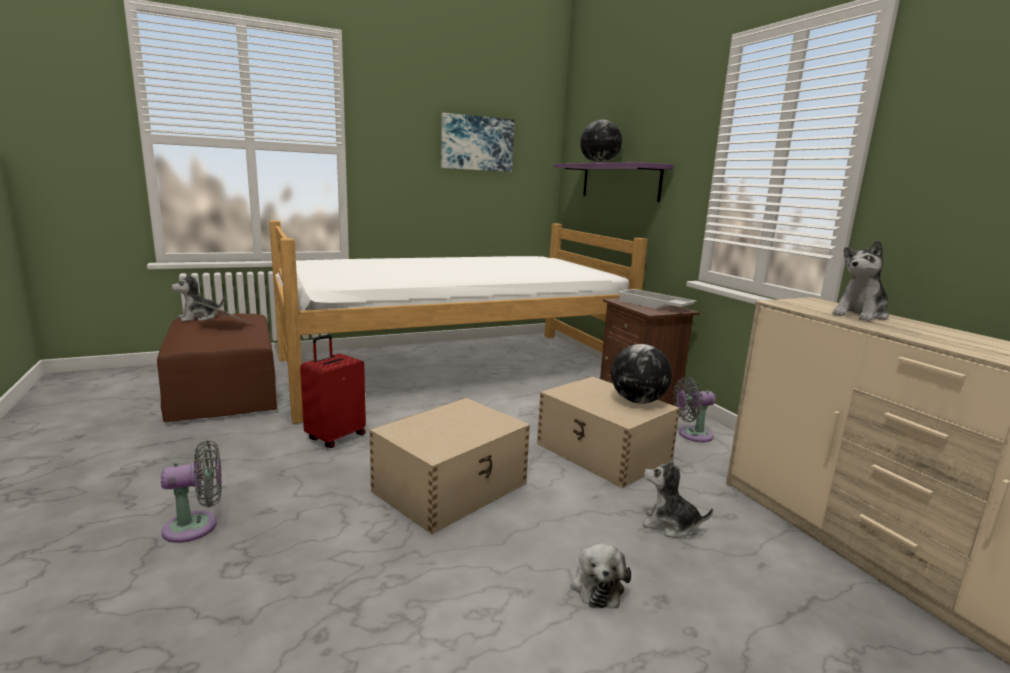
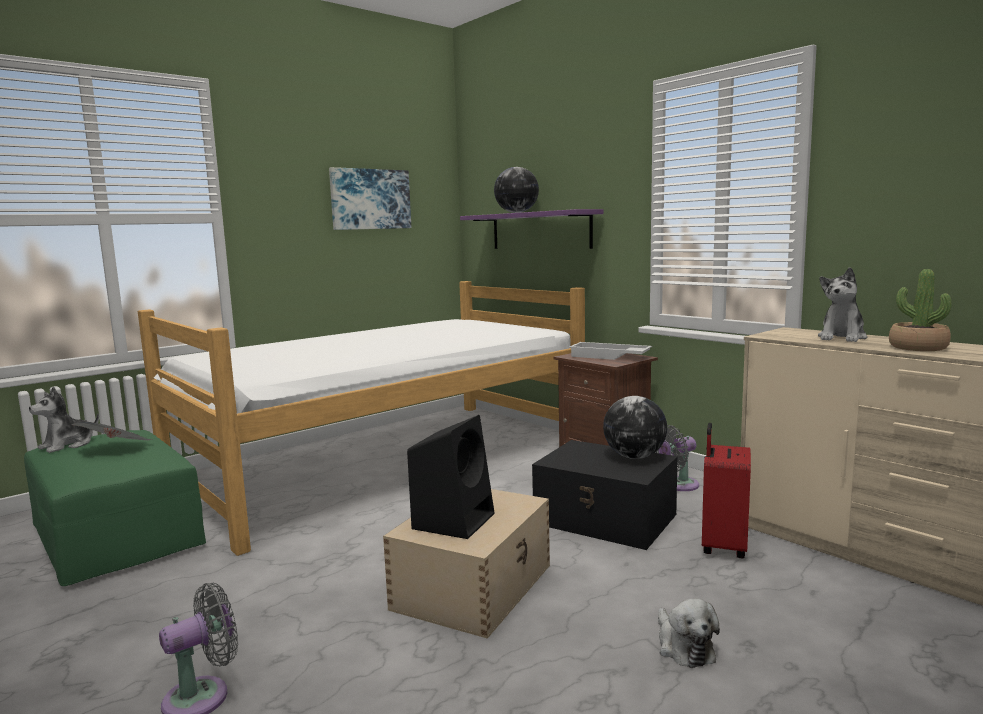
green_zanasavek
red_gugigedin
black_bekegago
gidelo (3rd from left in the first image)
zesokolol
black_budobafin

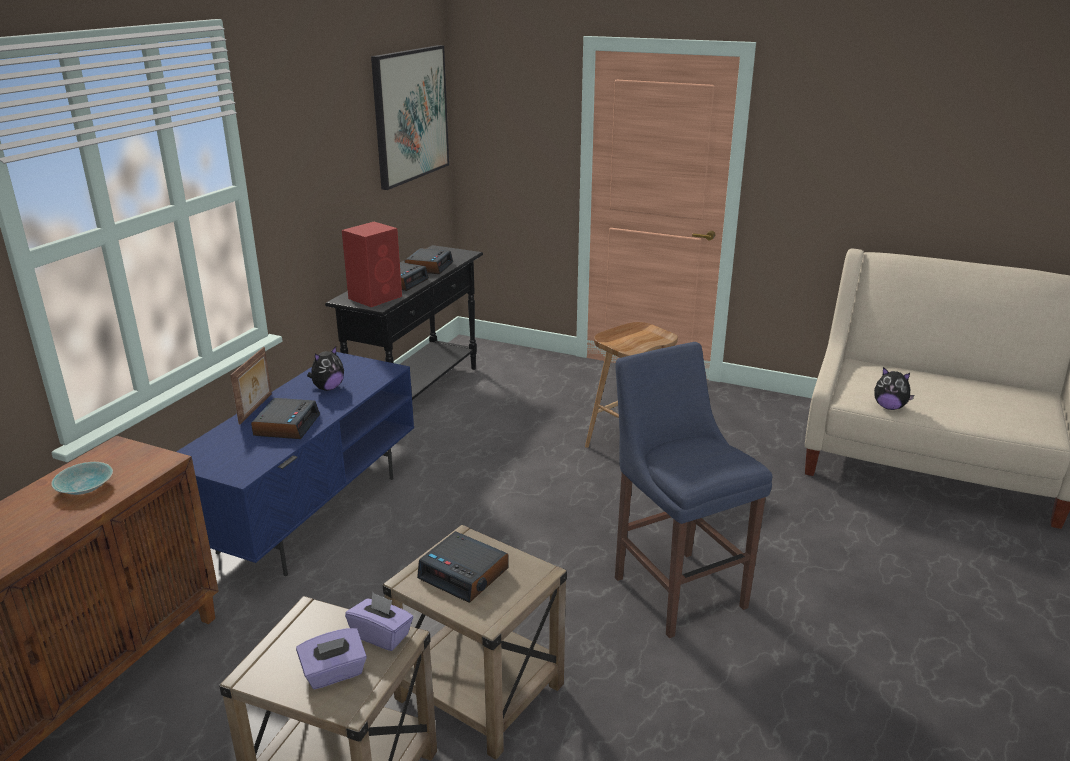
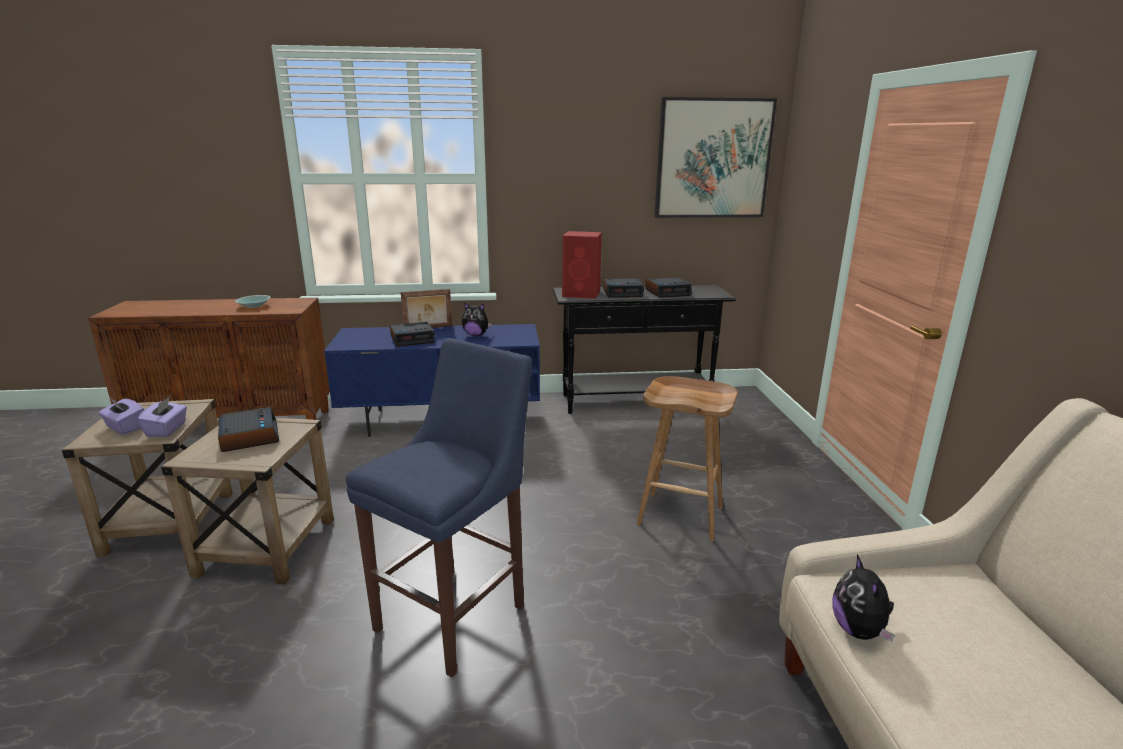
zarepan (1st from left)

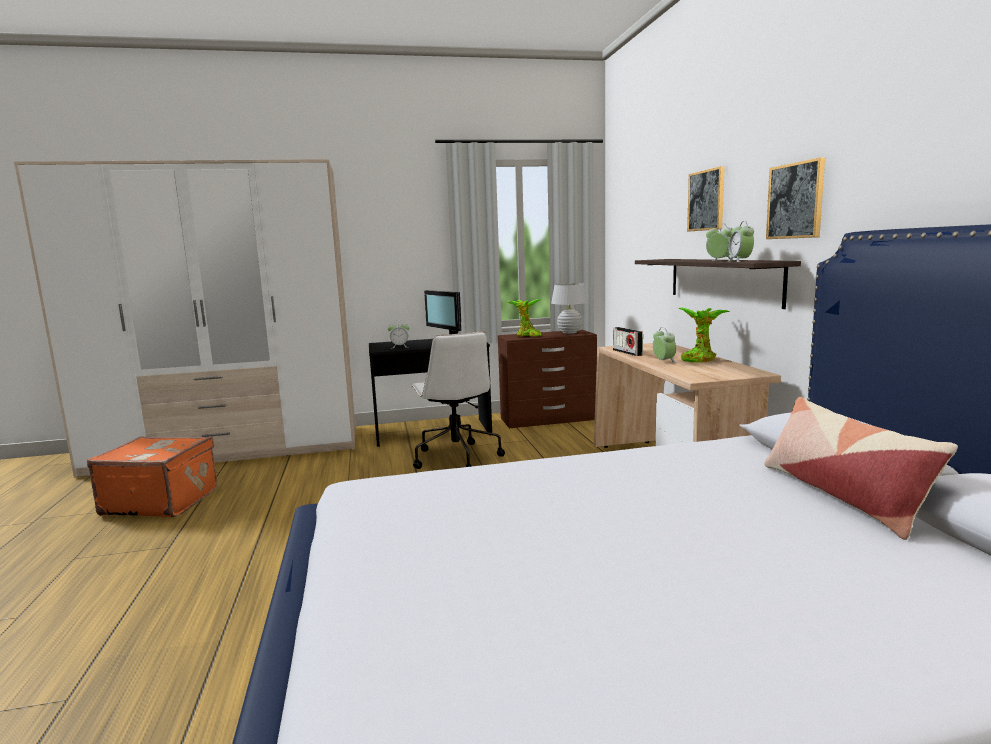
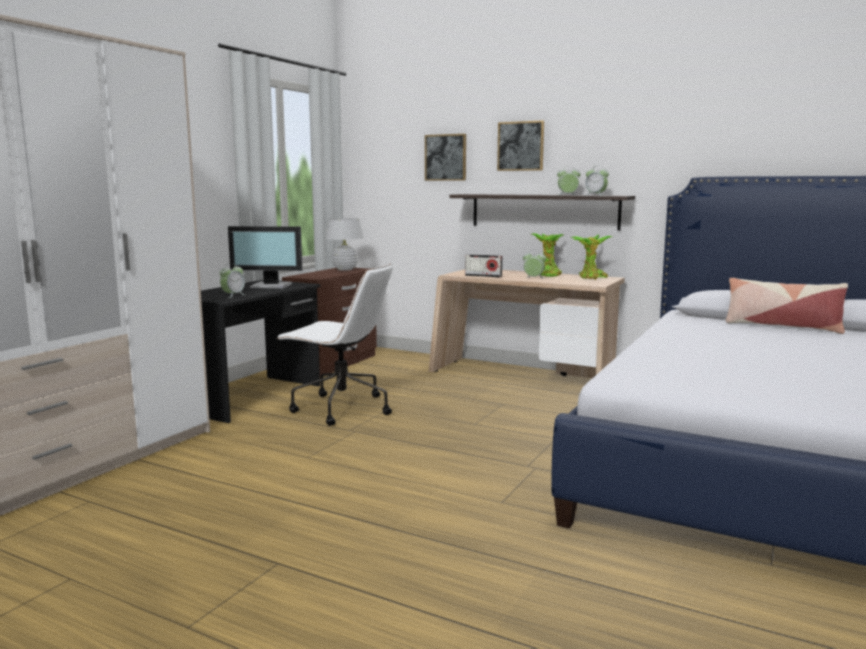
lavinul (1st from left)
zesokolol (2nd from left)
orange_gugigedin

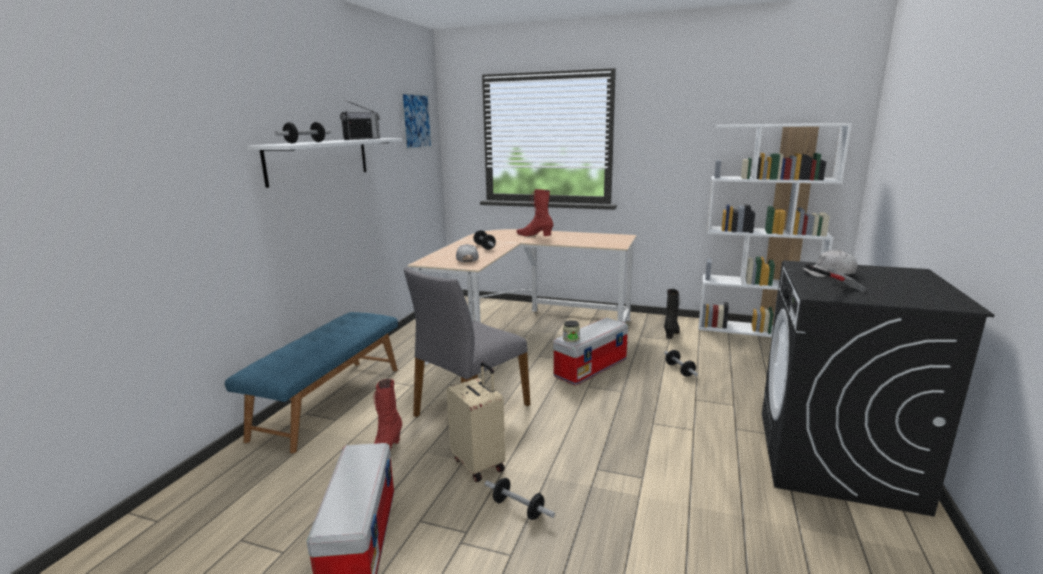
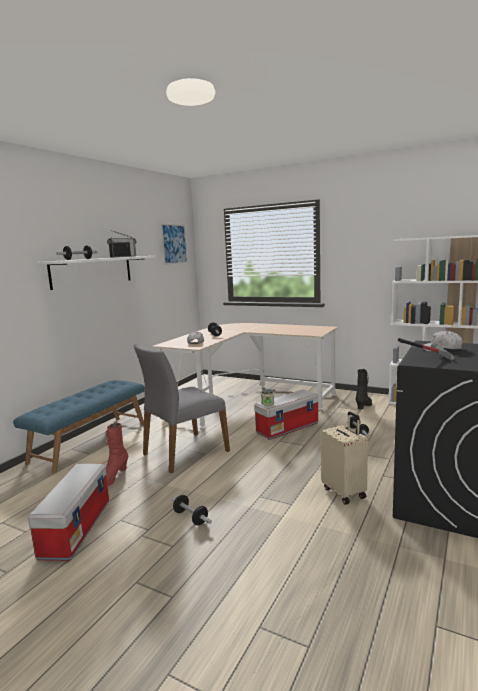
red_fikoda (2nd from left in the first image)
beige_gugigedin

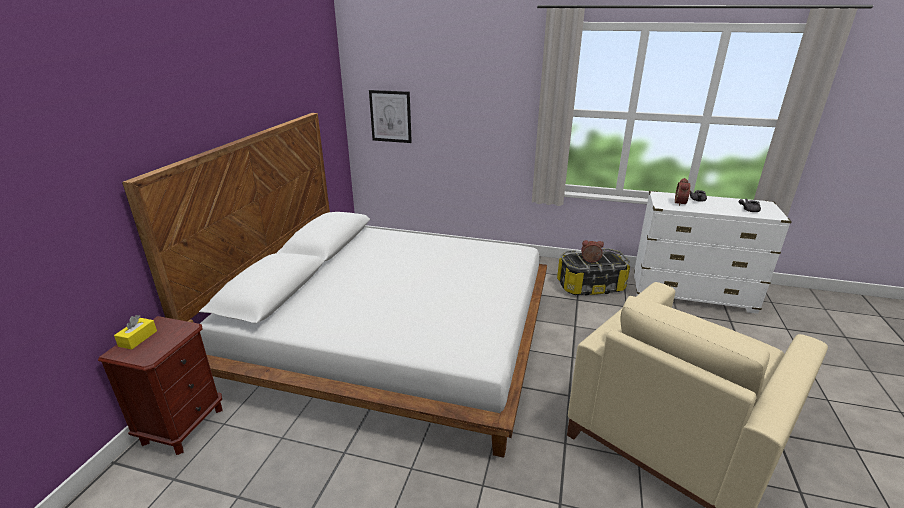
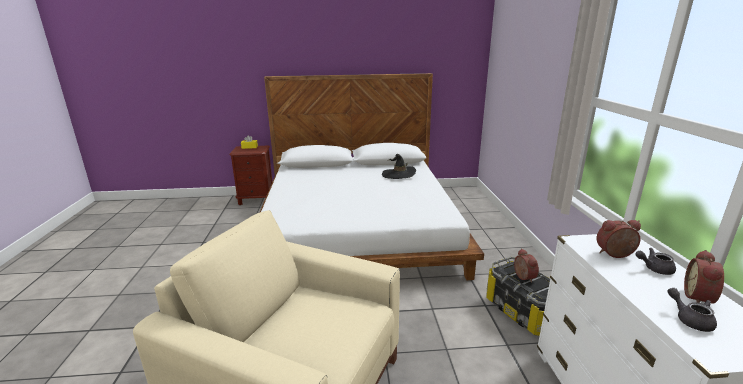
lavinul
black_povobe
zarepan (3rd from left)

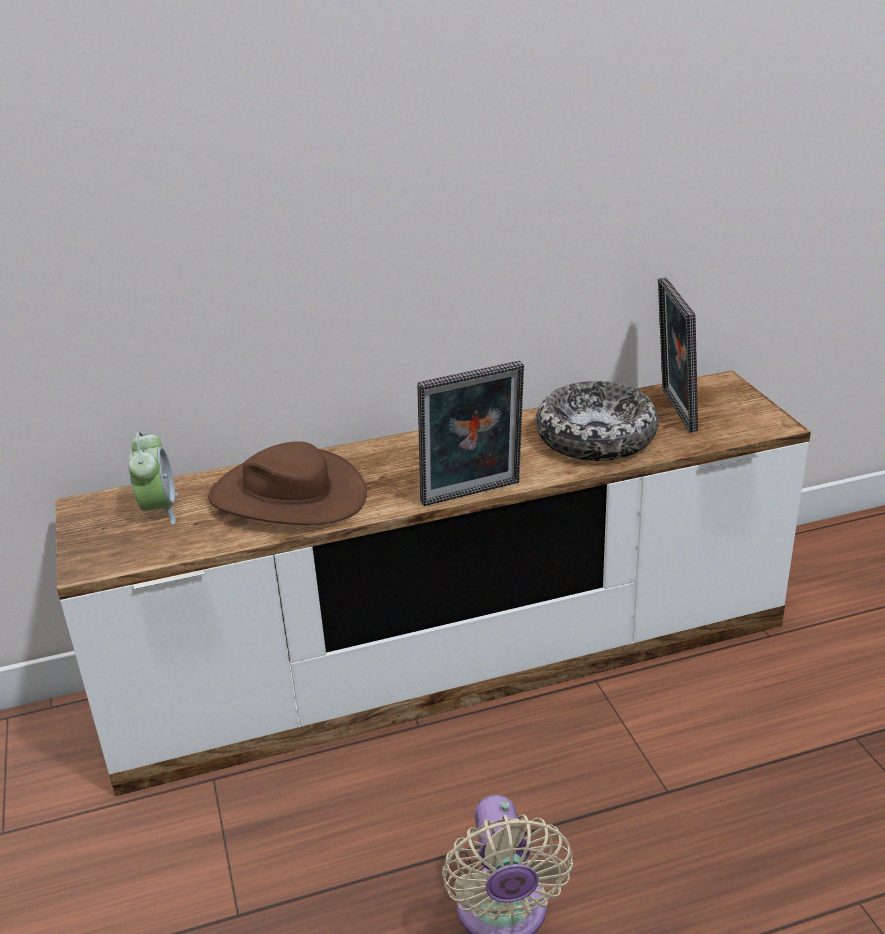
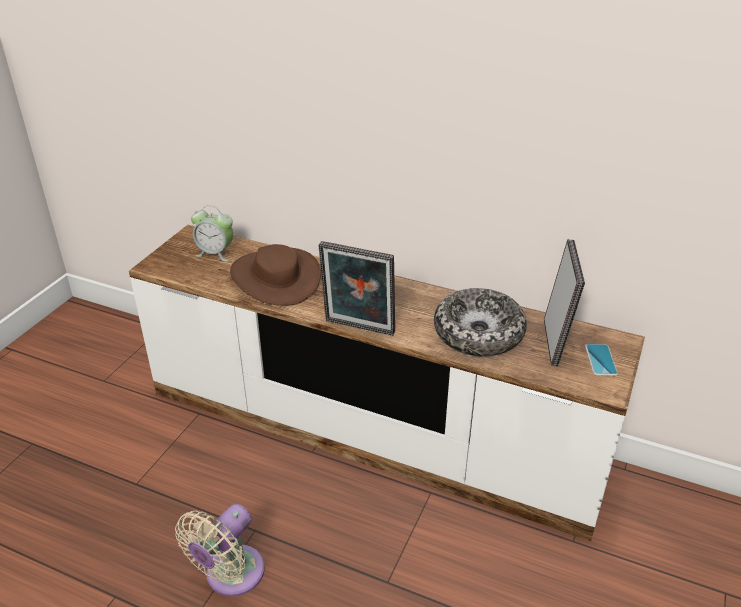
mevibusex (2nd from left)
zarepan
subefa

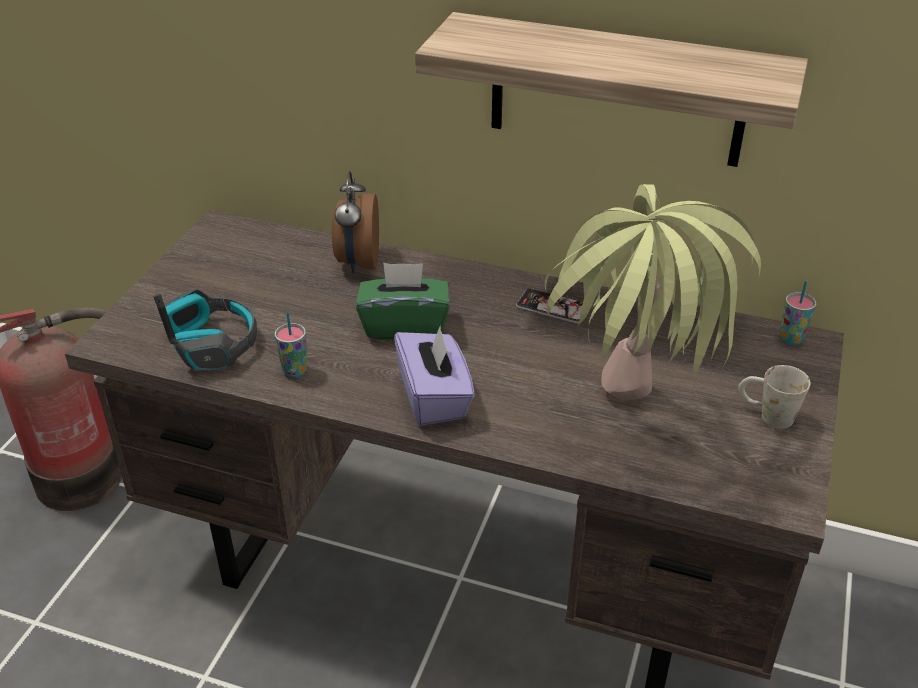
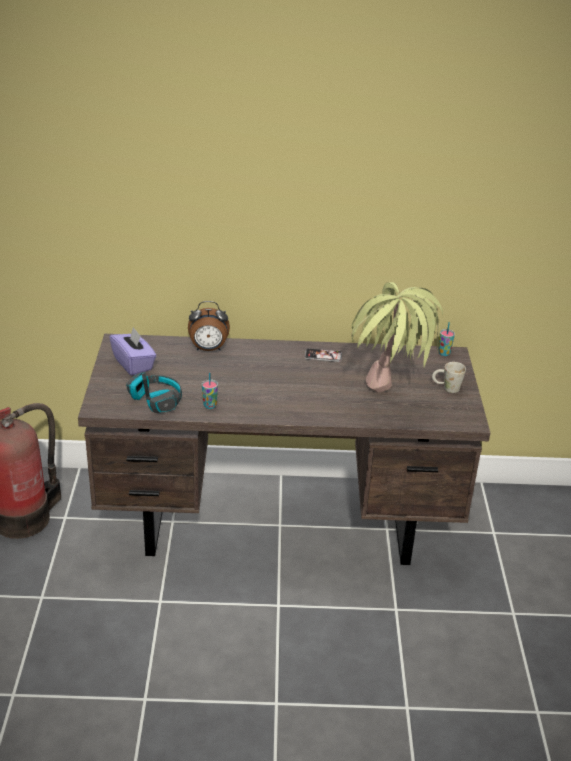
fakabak
zarepan
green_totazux
purple_totazux

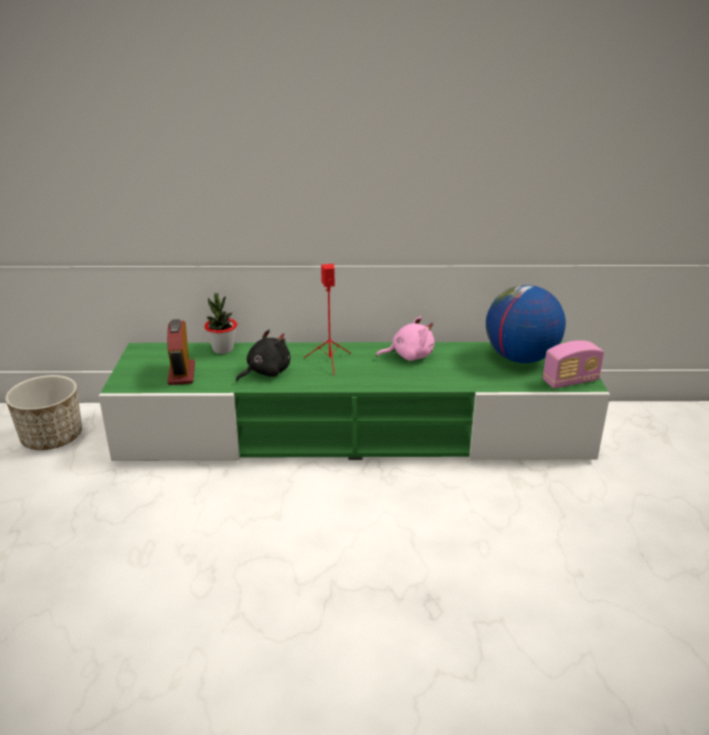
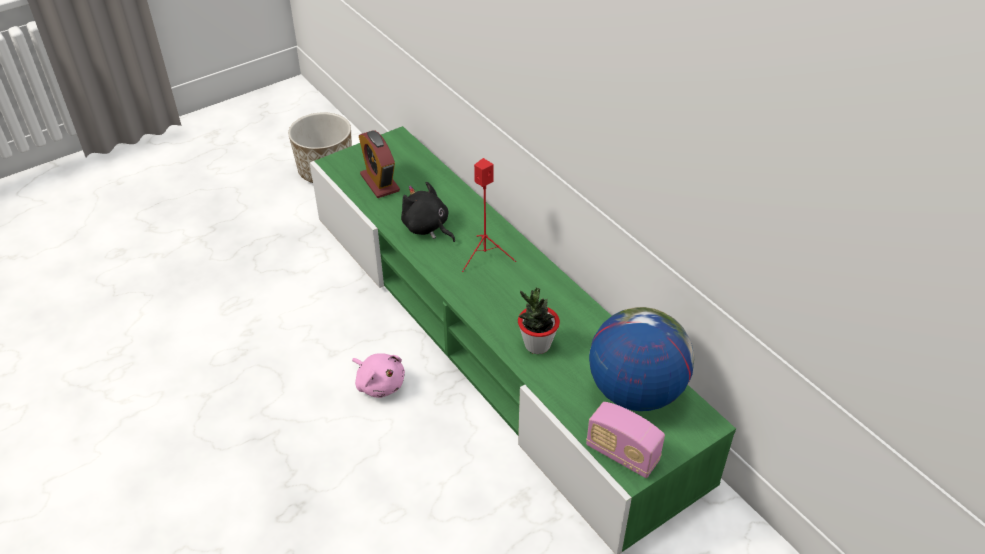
zesokolol
pink_gidelo
zarepan
black_gidelo

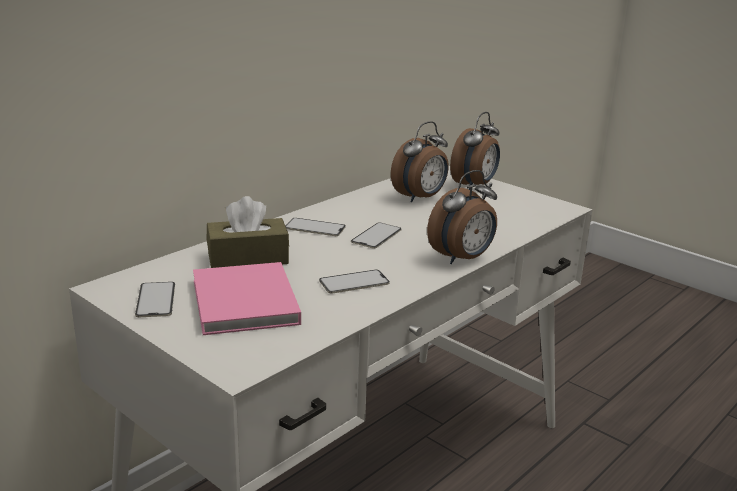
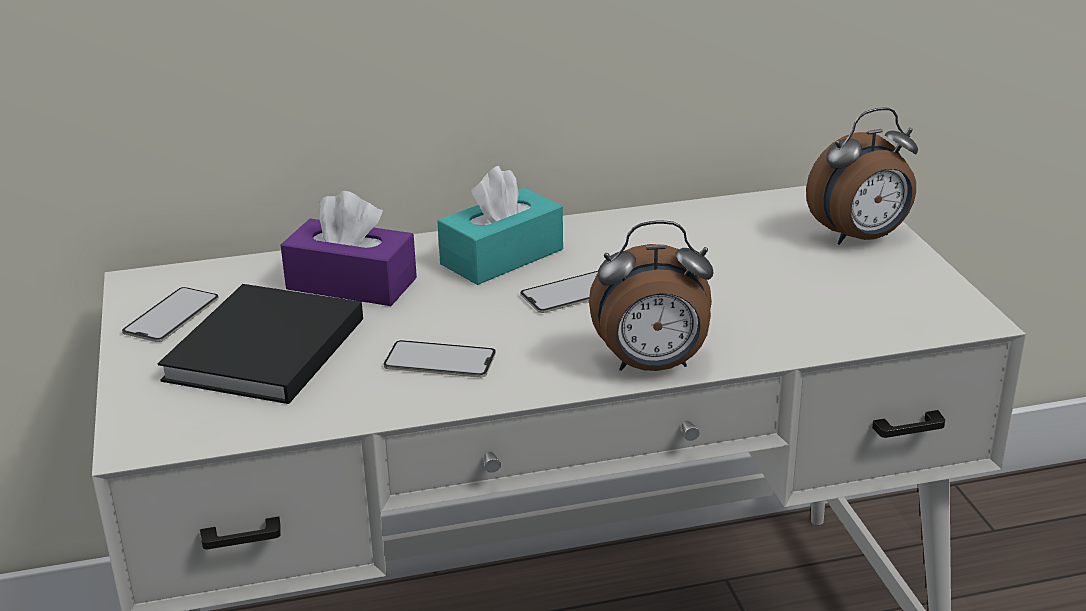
zarepan (1st from left in the first image)
purple_totazux
turquoise_totazux
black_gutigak

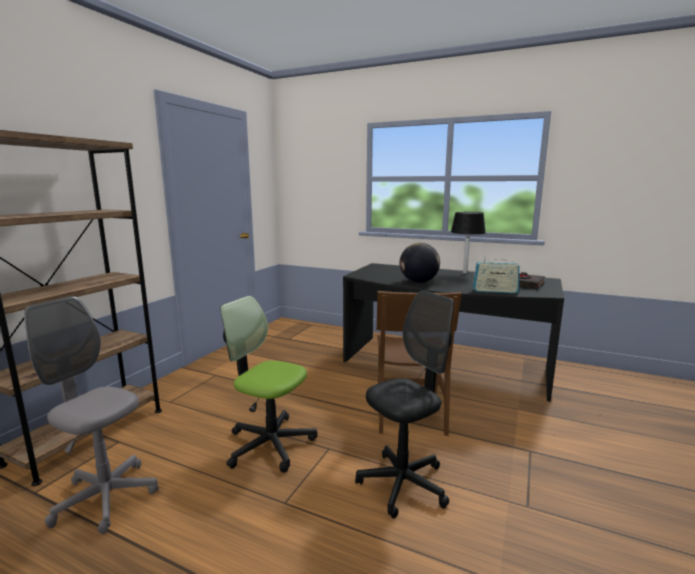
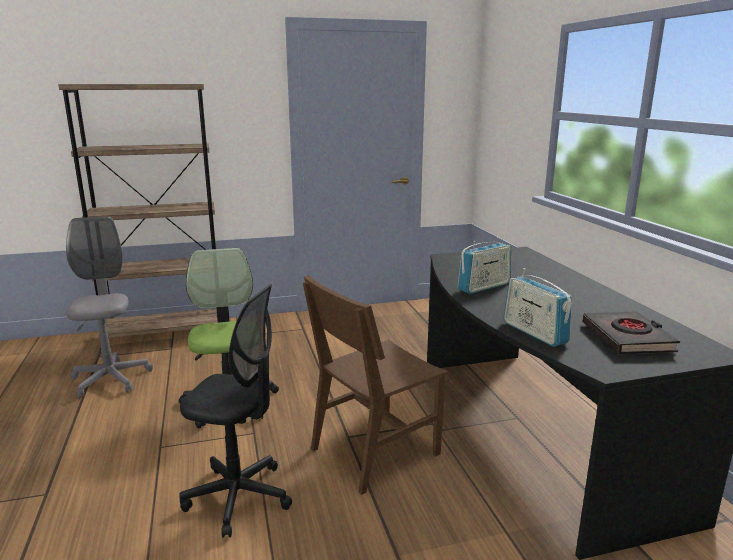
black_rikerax
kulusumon (1st from left)

